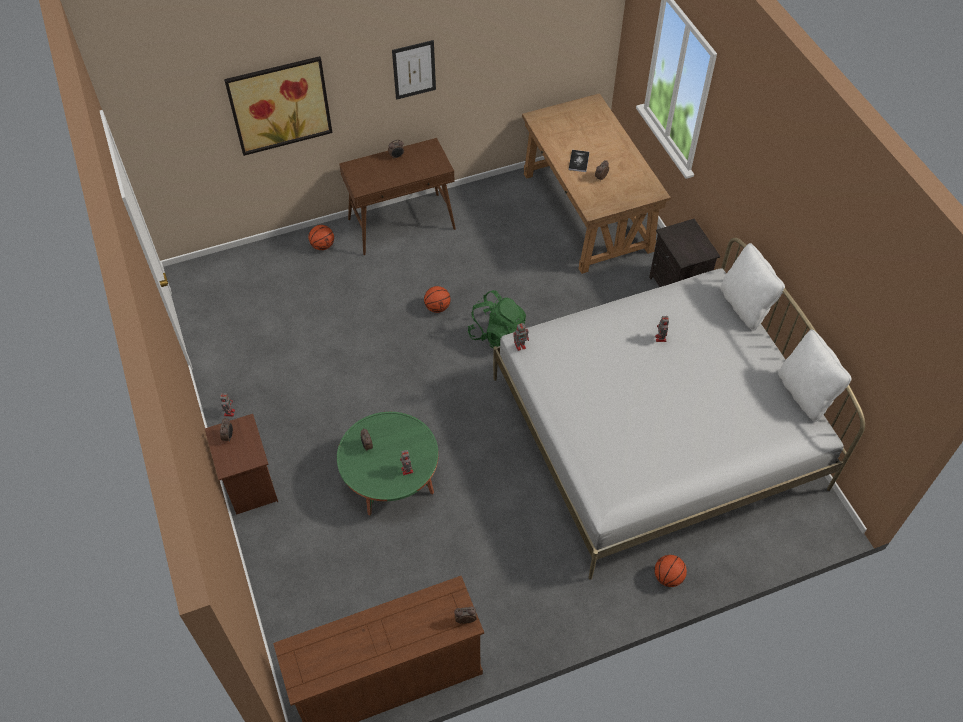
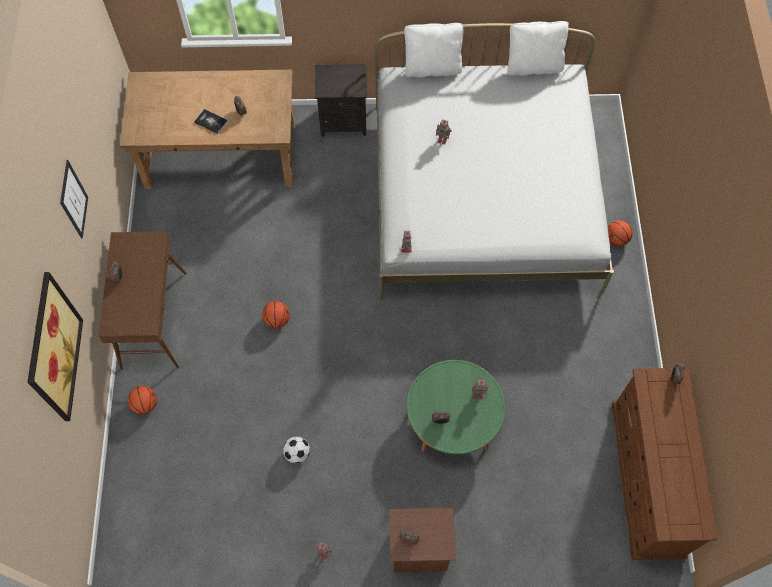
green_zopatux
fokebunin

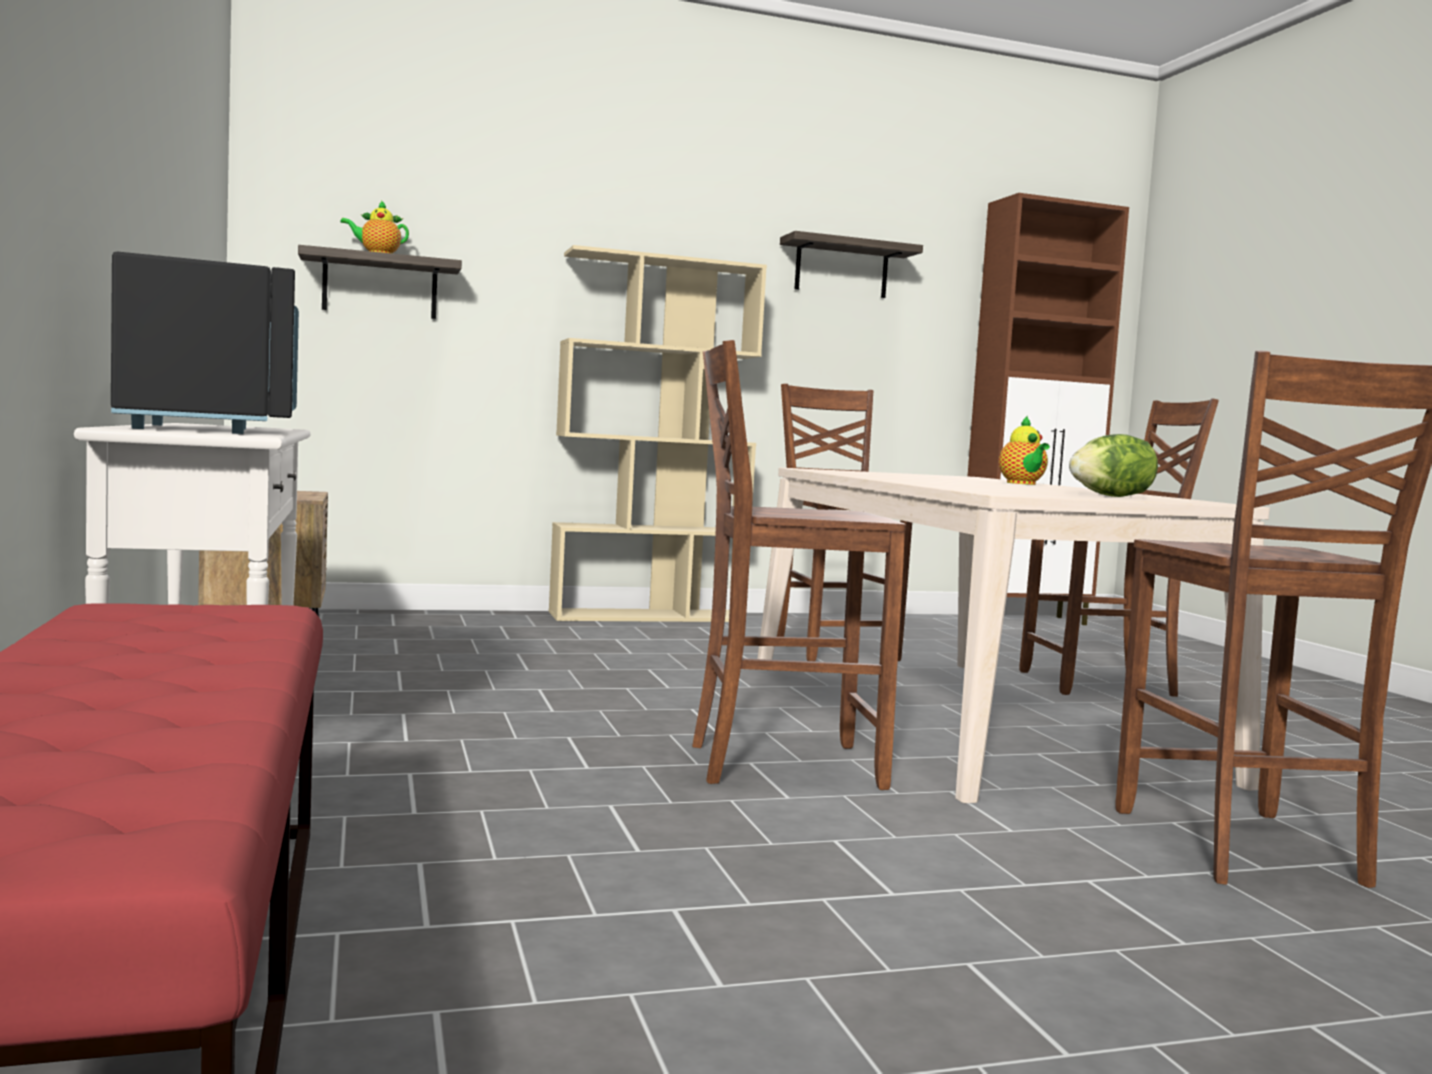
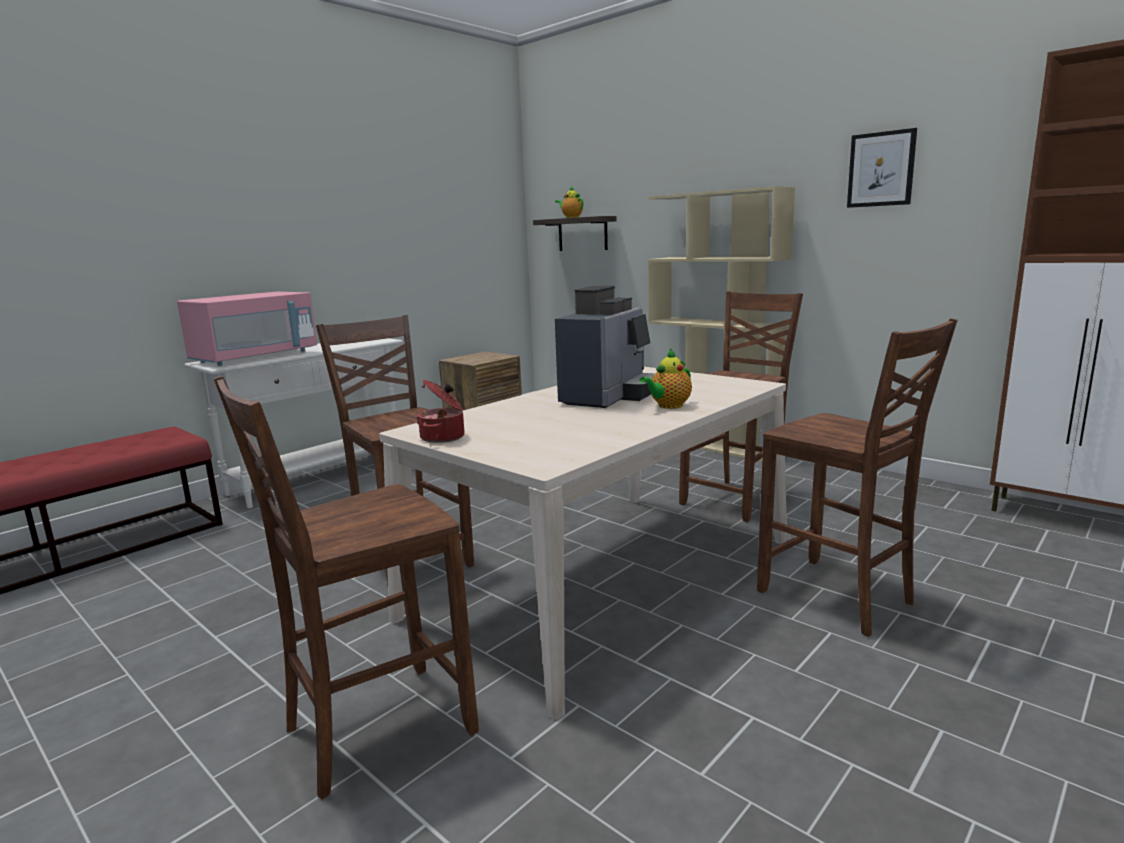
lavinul
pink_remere
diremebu
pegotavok
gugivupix

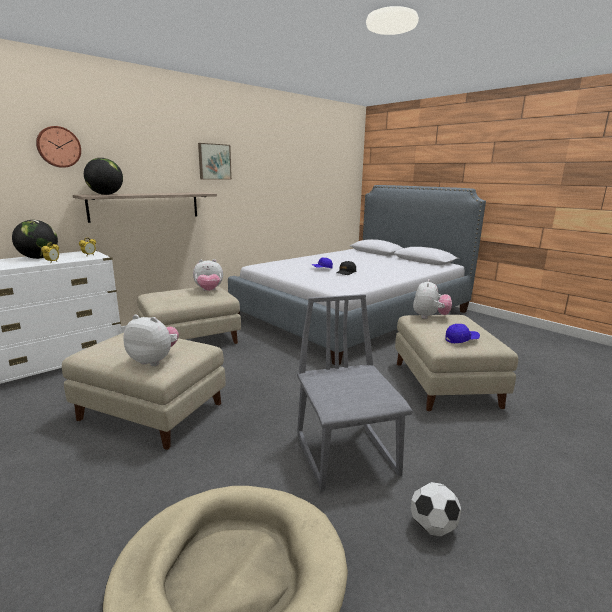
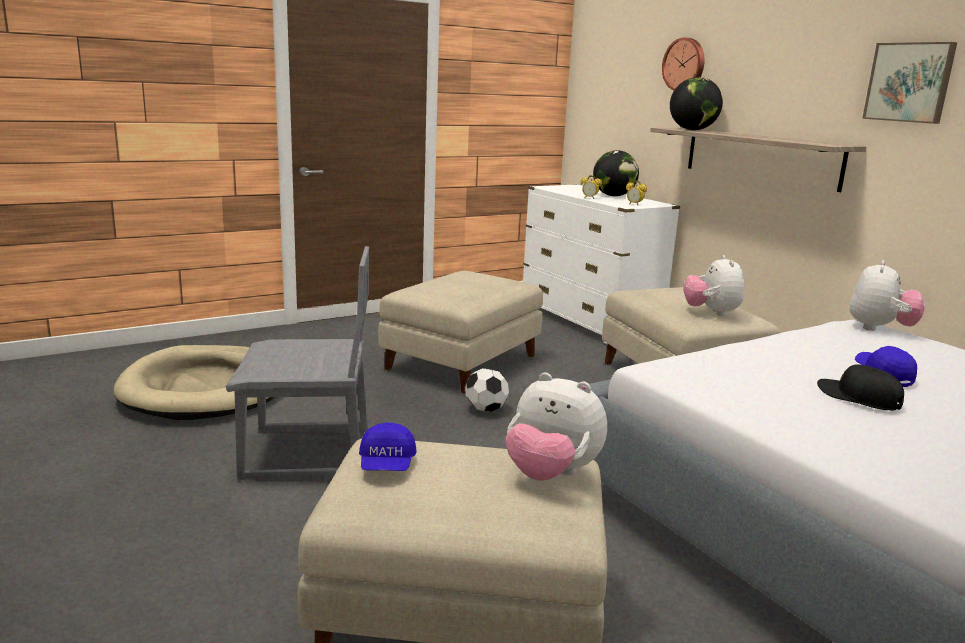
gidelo (3rd from left)
fokebunin

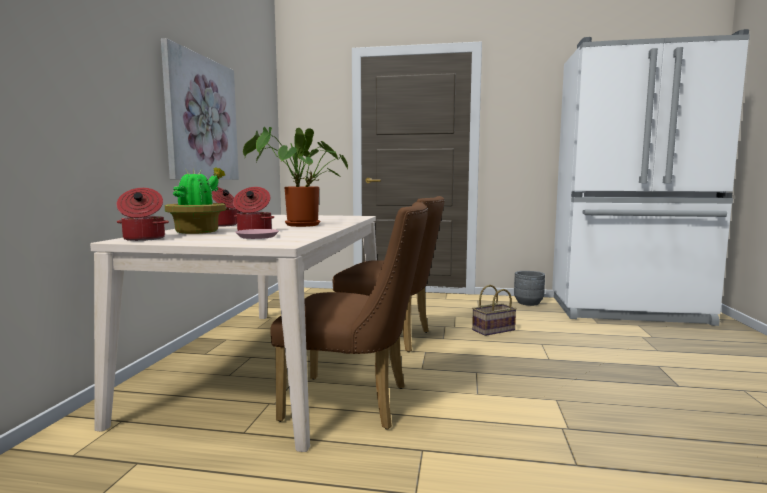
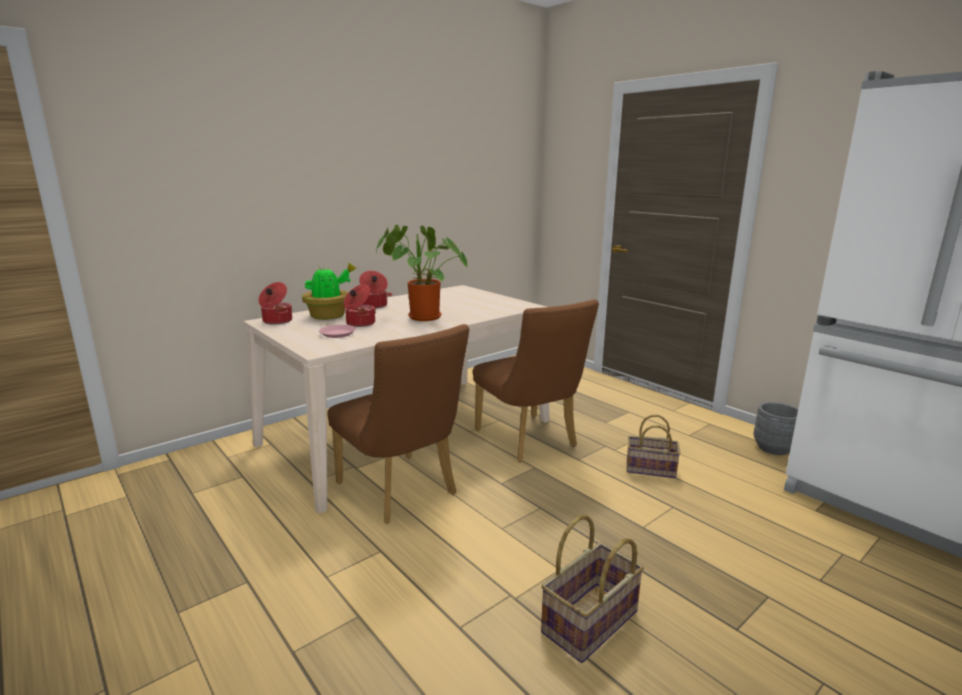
lavinul
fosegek (1st from left)

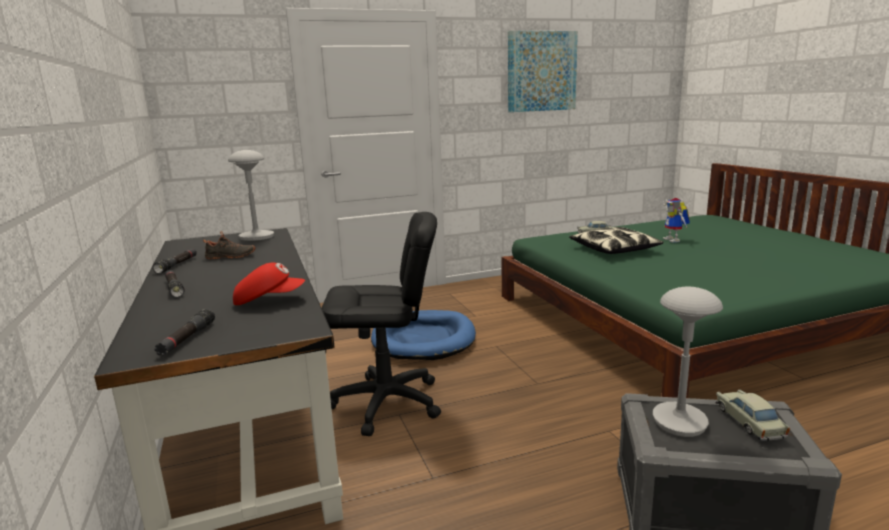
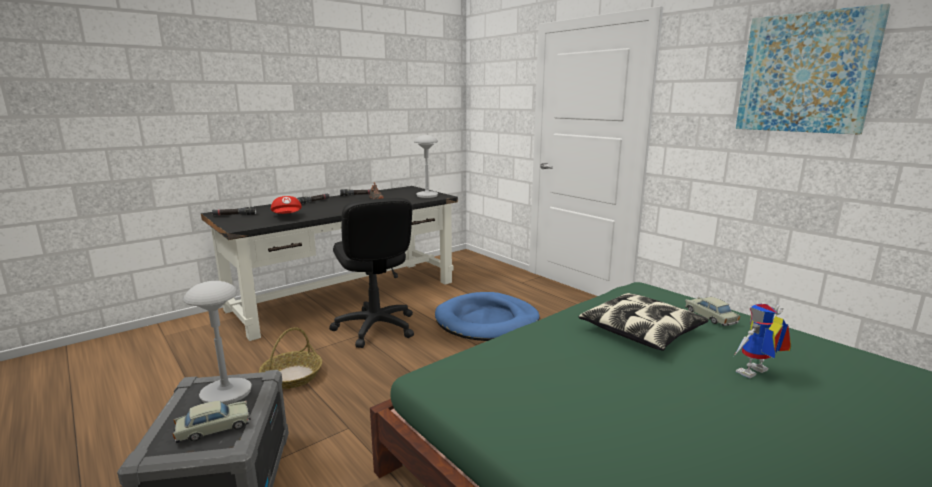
fosegek

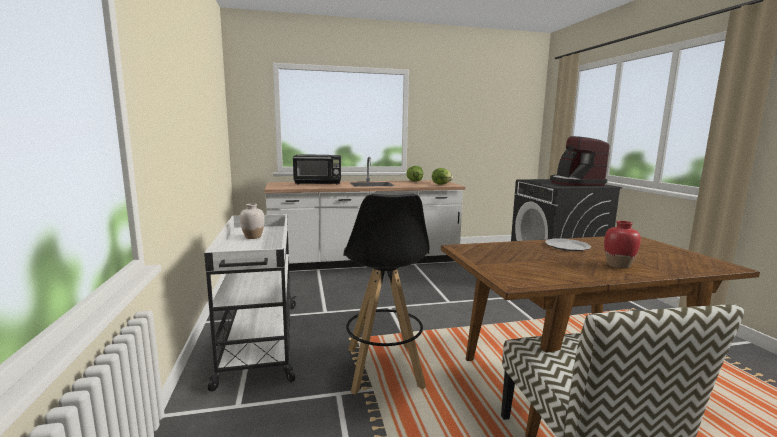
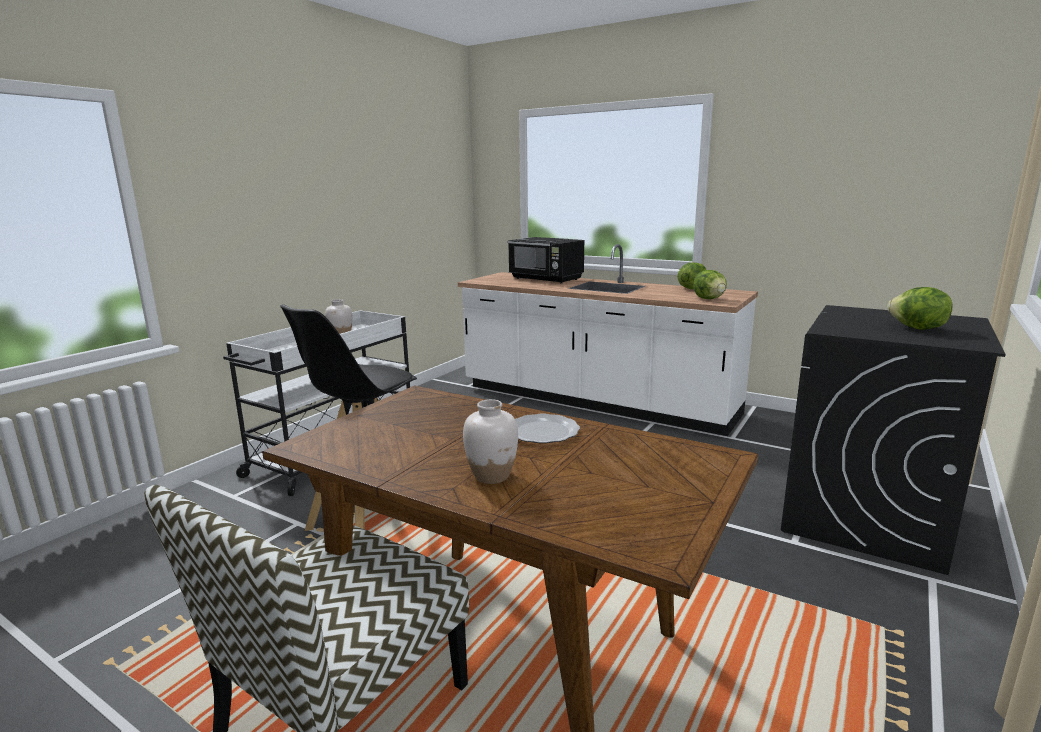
diremebu (3rd from left)
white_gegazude (2nd from left)

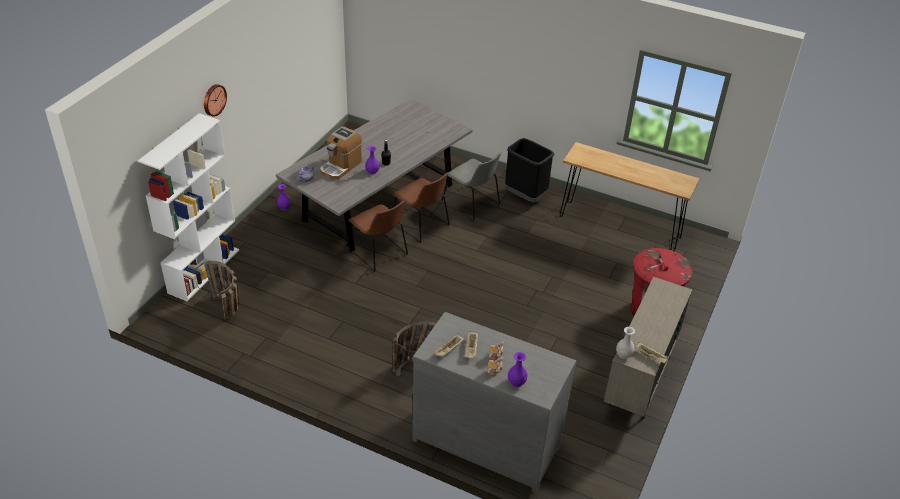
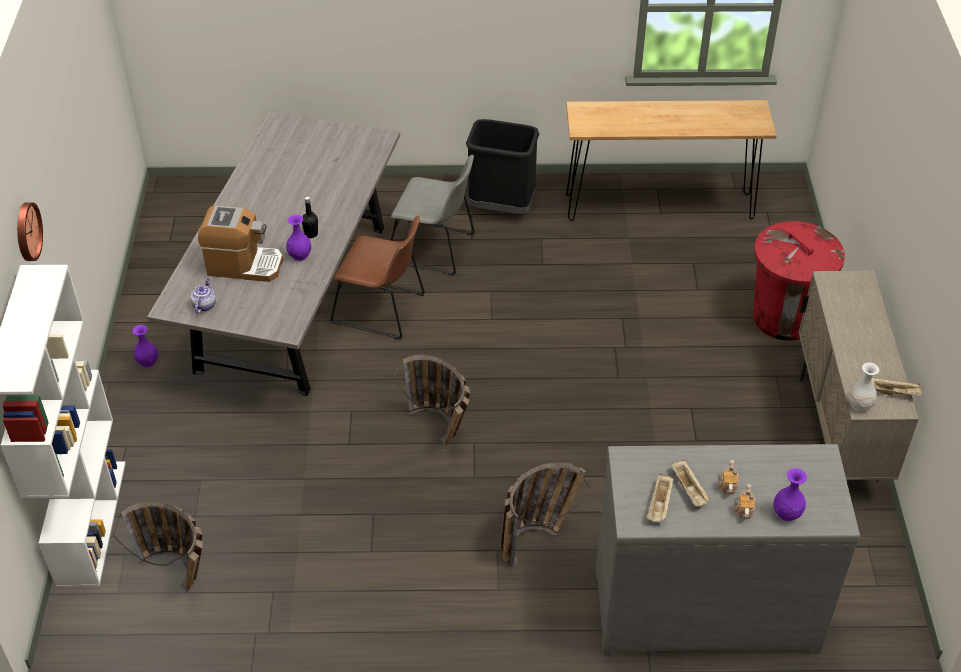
pegotavok
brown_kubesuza (1st from left in the first image)
fosegek (2nd from left)

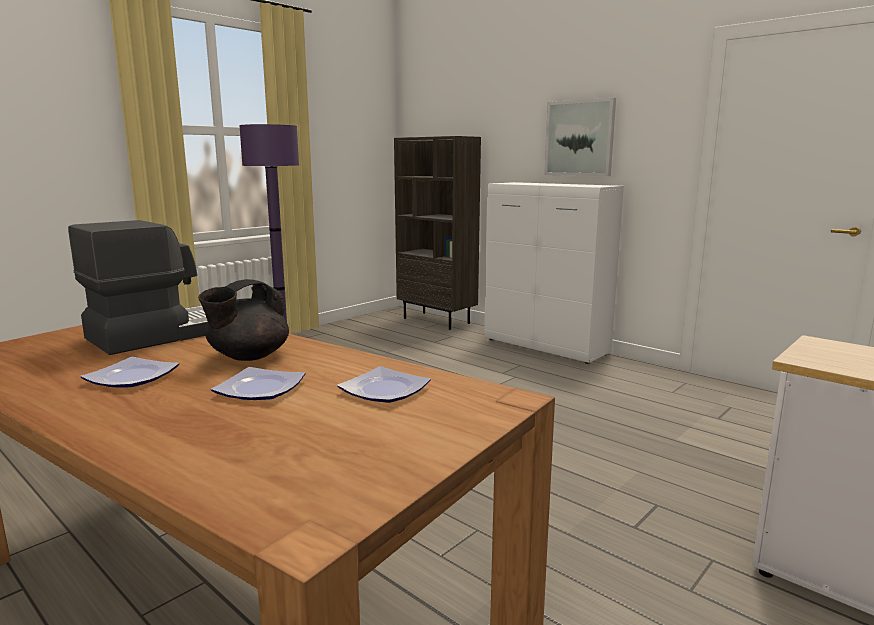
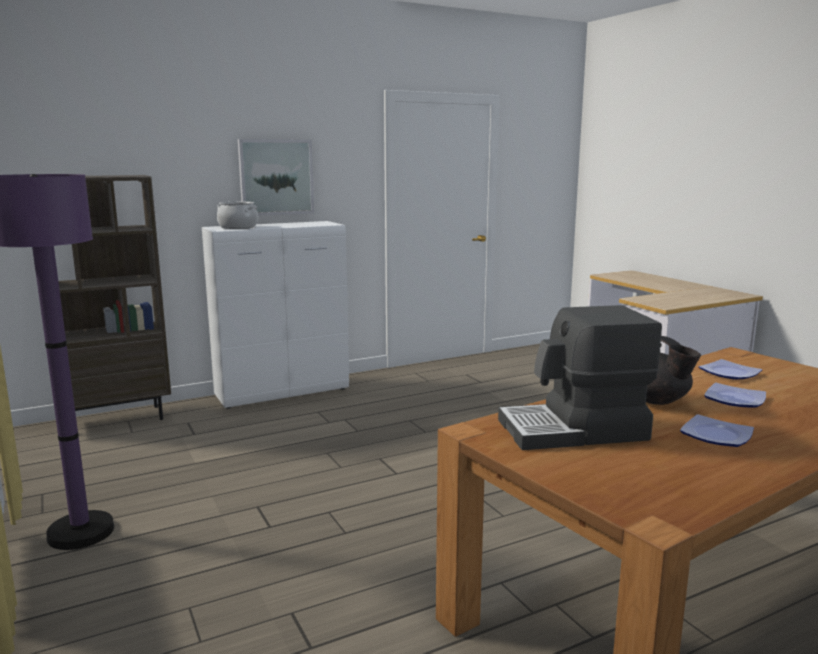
pegotavok
gugivupix

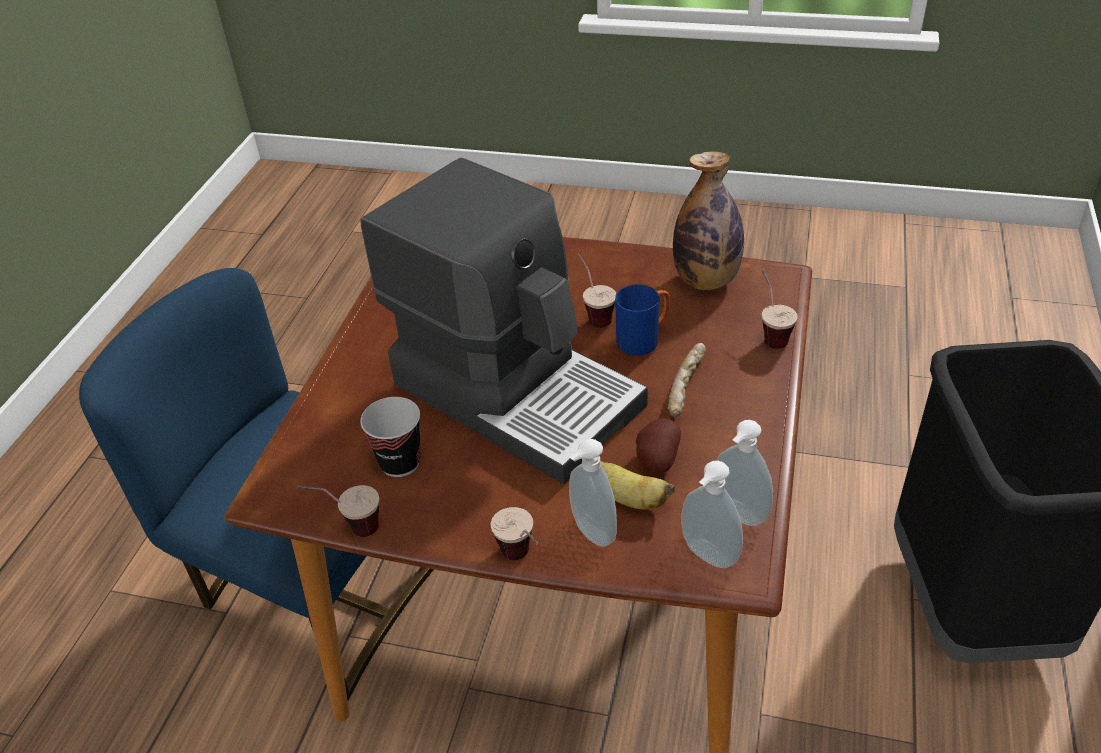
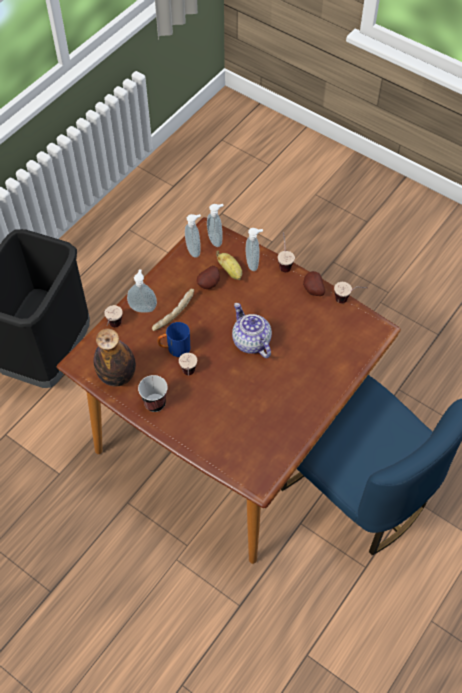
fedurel
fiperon (2nd from left)
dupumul (1st from left)
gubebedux (2nd from left)

